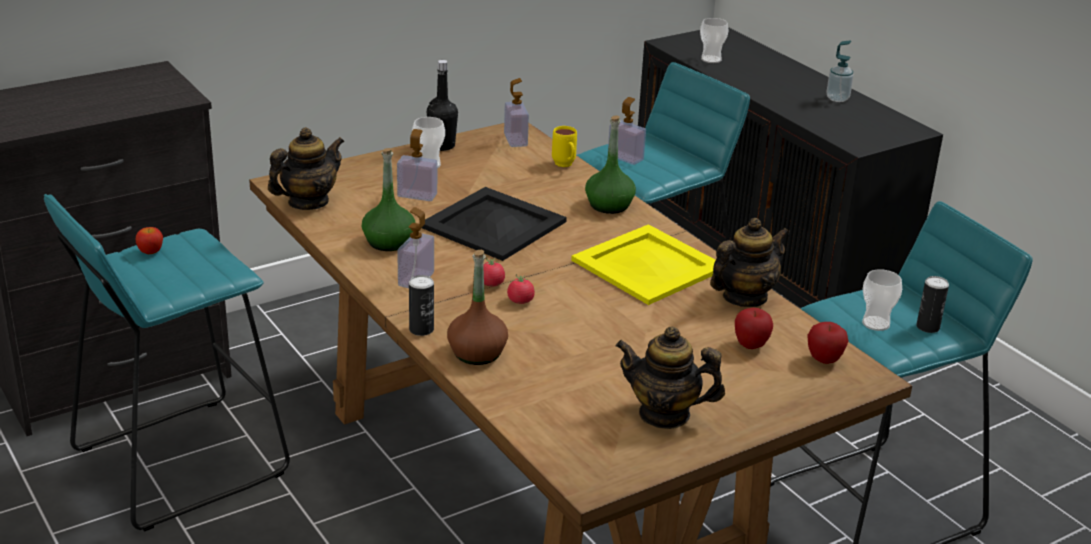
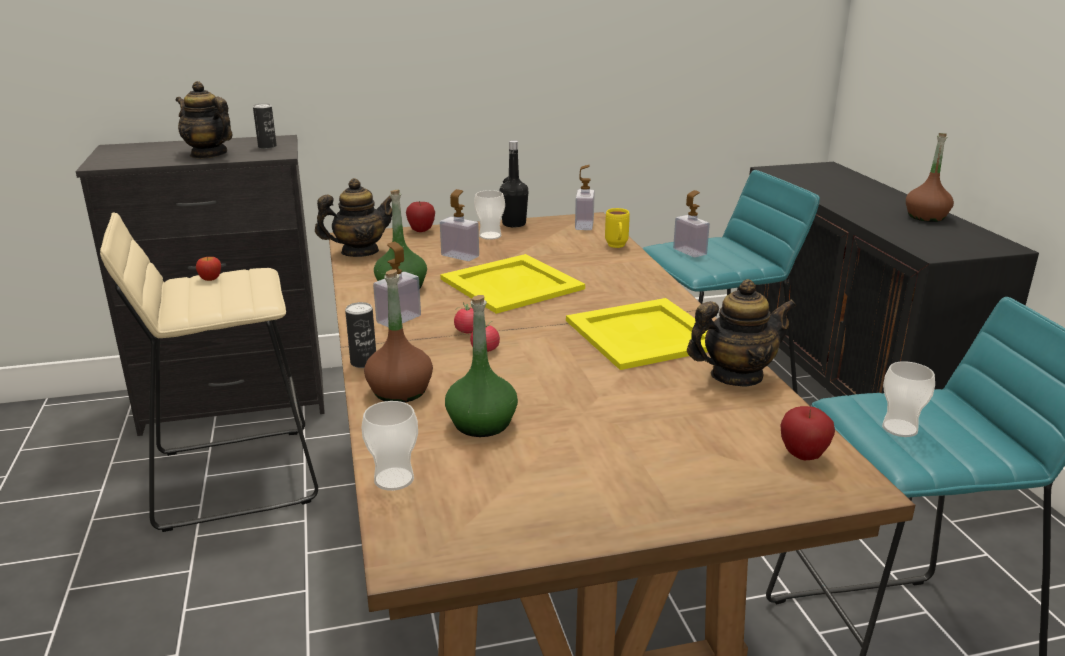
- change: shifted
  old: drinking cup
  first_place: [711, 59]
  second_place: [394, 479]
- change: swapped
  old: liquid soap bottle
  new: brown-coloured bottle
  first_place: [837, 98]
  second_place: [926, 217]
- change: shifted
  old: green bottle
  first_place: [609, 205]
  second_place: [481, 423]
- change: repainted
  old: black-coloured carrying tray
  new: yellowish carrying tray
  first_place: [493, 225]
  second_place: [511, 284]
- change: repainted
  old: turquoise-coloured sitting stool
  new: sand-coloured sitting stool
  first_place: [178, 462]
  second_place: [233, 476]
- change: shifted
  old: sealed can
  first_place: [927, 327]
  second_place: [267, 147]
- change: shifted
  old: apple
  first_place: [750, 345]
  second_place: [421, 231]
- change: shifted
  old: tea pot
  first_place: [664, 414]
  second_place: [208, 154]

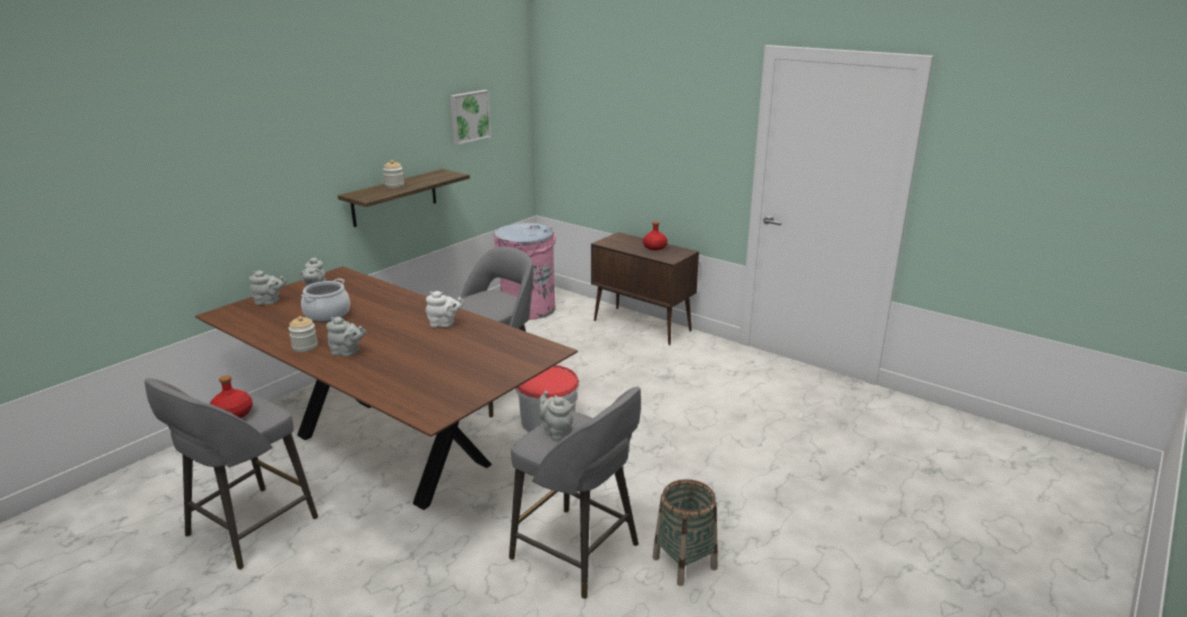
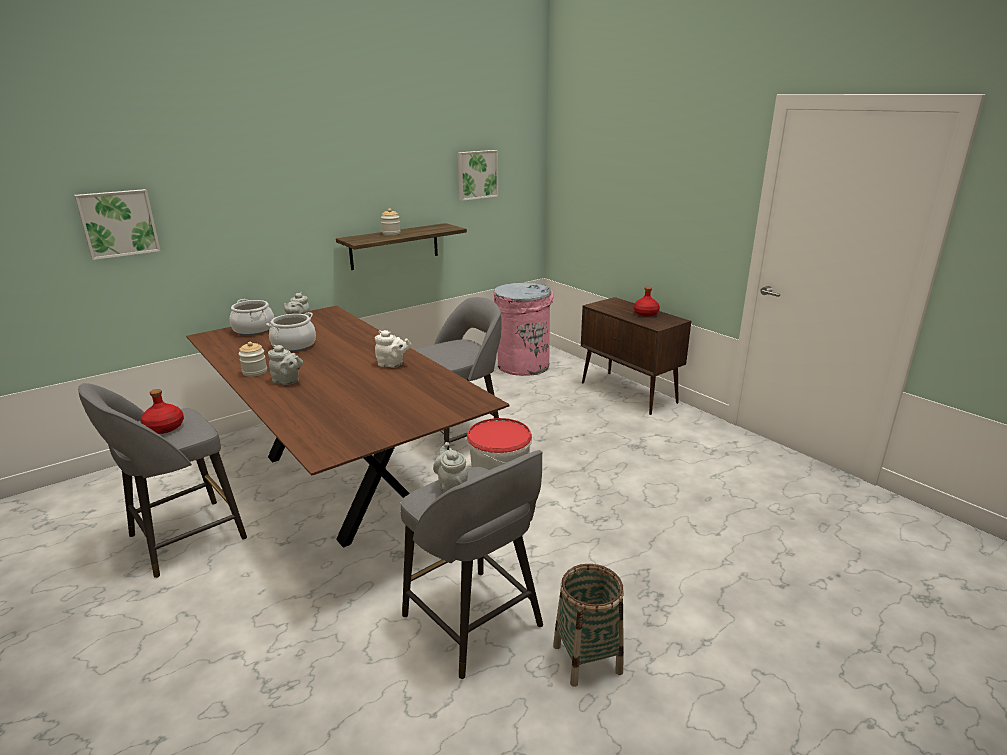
- change: swapped
  old: greyish tea pot
  new: stockpot
  first_place: [269, 302]
  second_place: [253, 330]
- change: new
  new: wall picture
  second_place: [118, 223]

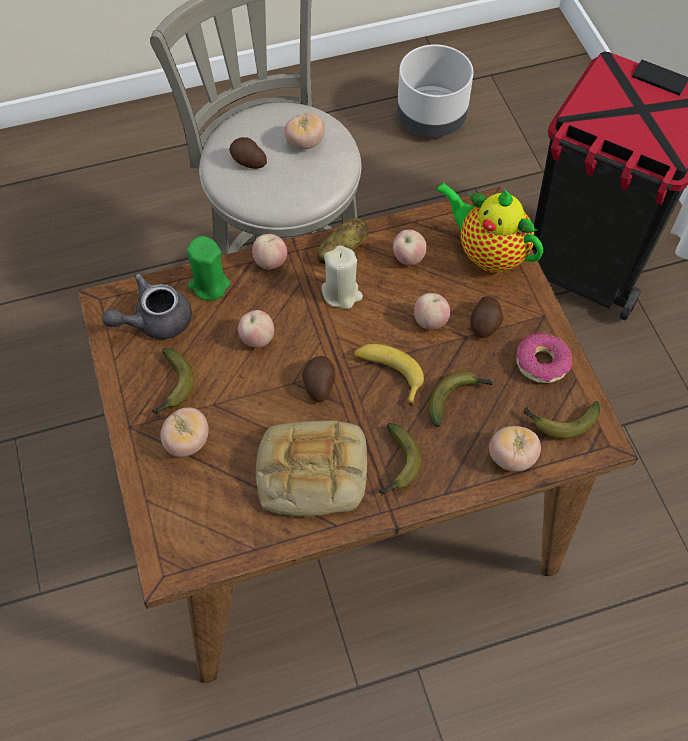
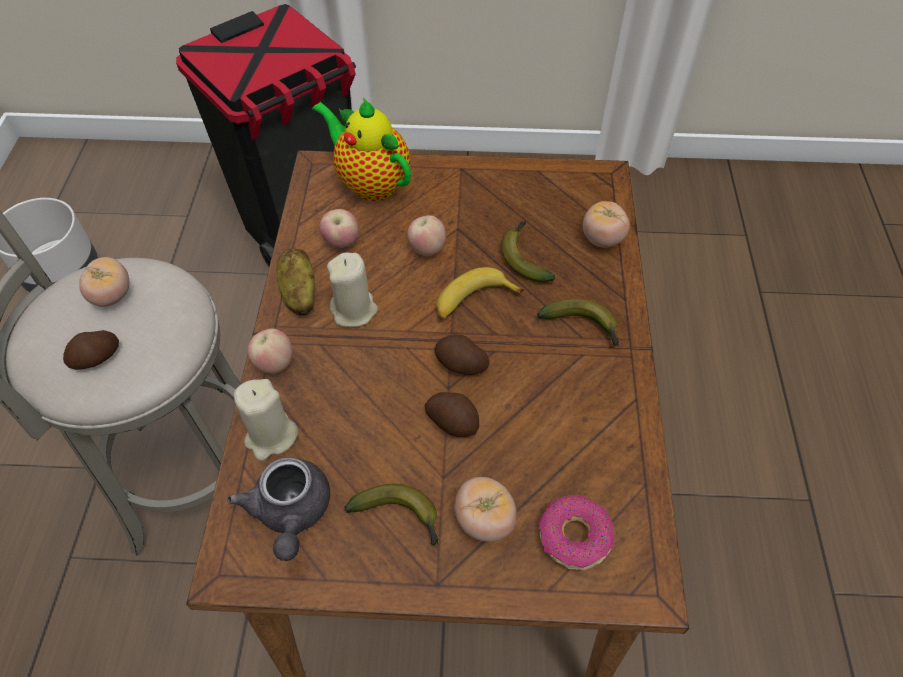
- change: rotated
  old: tea pot
  first_place: [487, 253]
  second_place: [370, 183]
  degrees: 75
- change: repainted
  old: green candle
  new: sand-coloured candle
  first_place: [209, 285]
  second_place: [271, 436]
- change: shifted
  old: whole potato
  first_place: [485, 323]
  second_place: [453, 421]
- change: gone
  old: apple
  first_place: [257, 339]
- change: shifted
  old: doughnut
  first_place: [541, 363]
  second_place: [573, 536]
- change: gone
  old: banana
  first_place: [559, 422]
- change: gone
  old: bakery bread
  first_place: [310, 474]

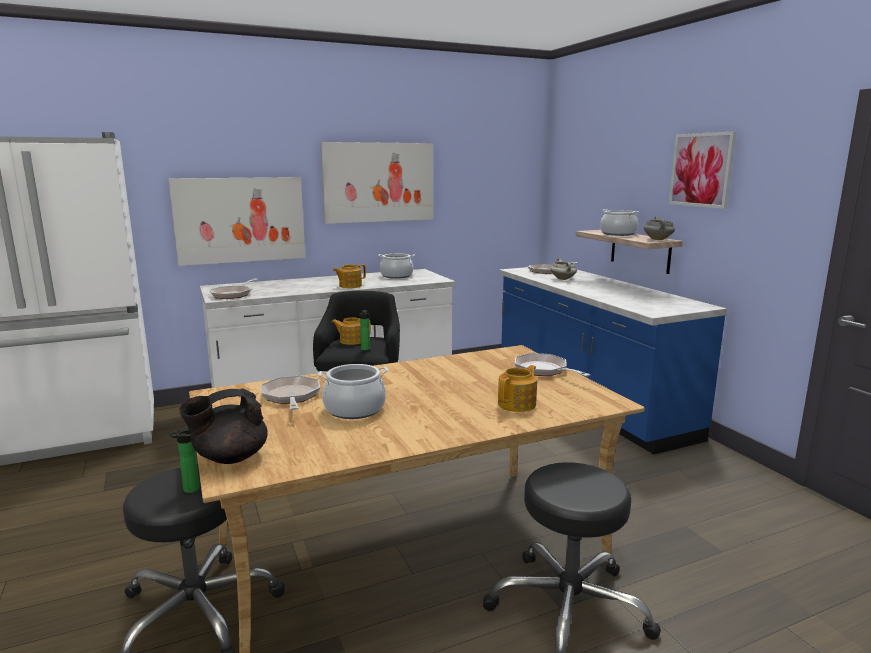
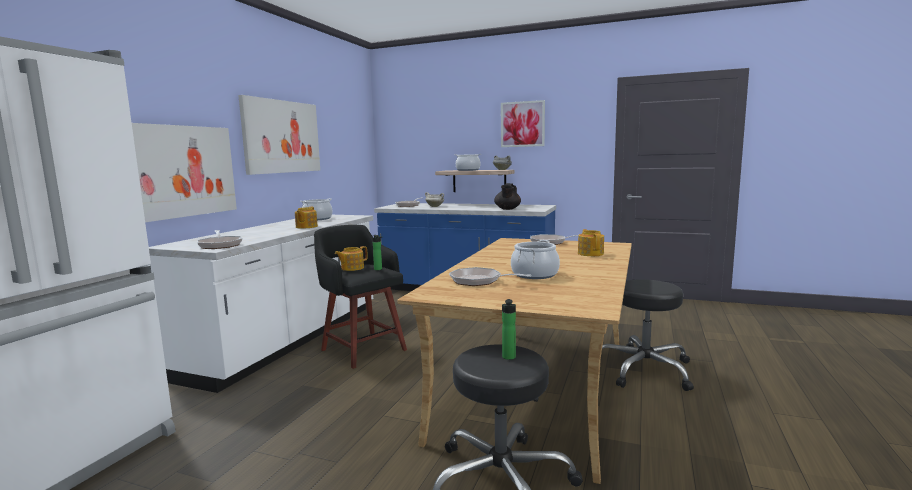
- change: shifted
  old: black-coloured tea pot
  first_place: [230, 457]
  second_place: [507, 209]

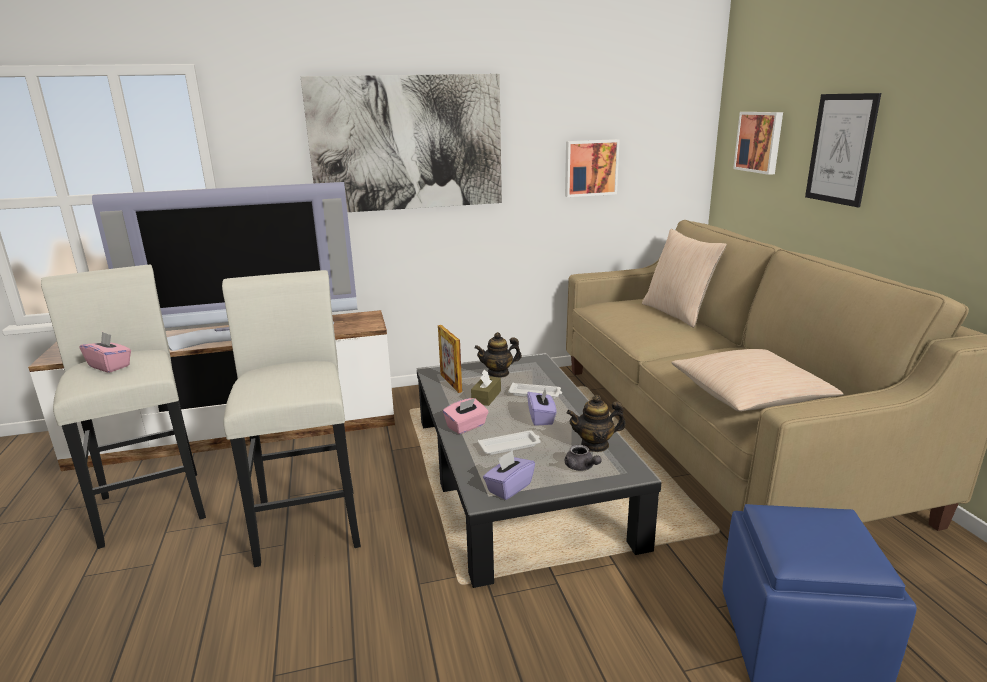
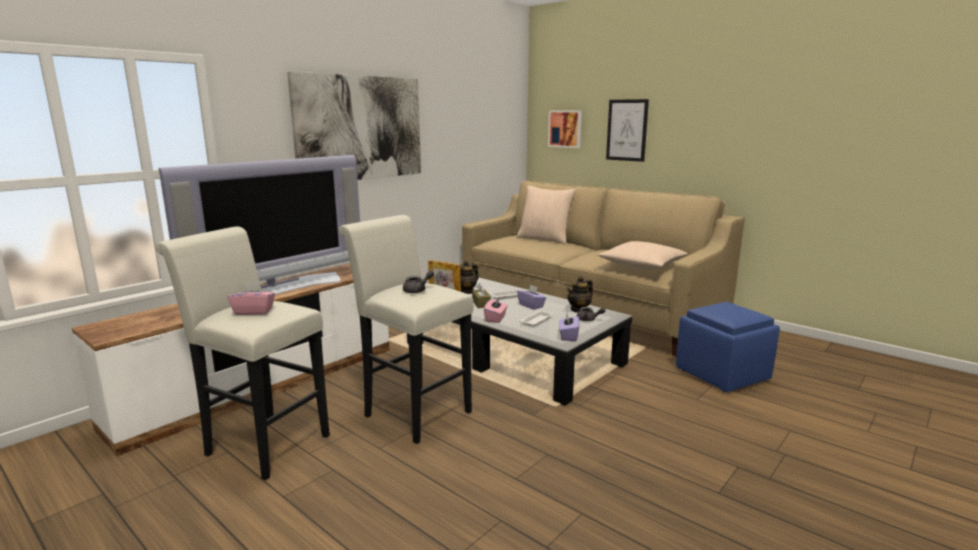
- change: gone
  old: wall picture
  first_place: [590, 168]
- change: new
  new: greyish tea pot
  second_place: [418, 290]

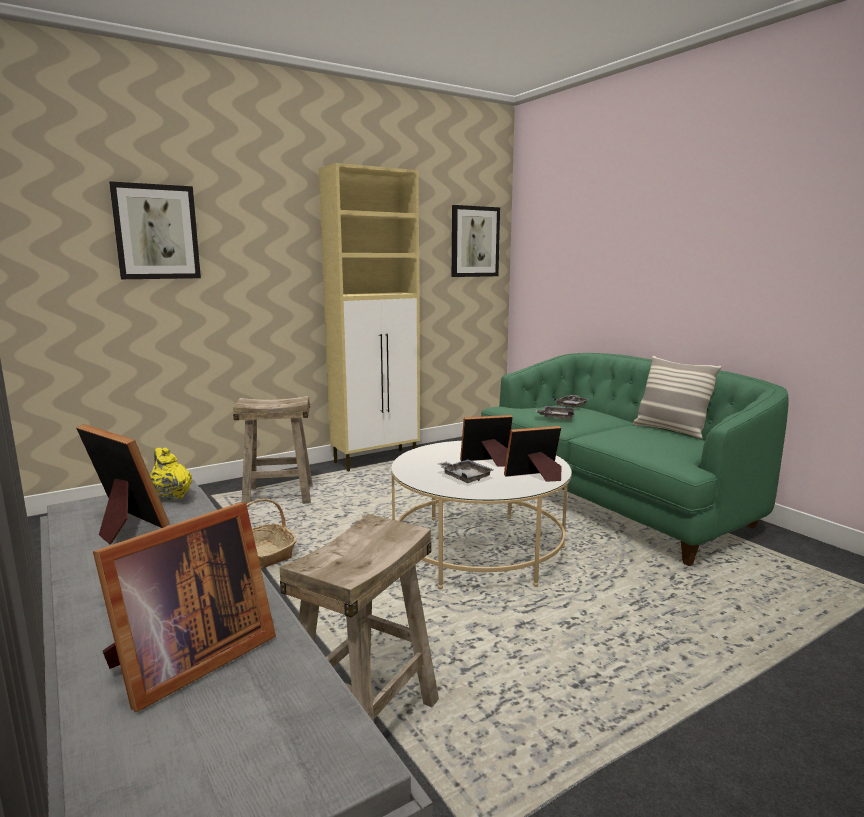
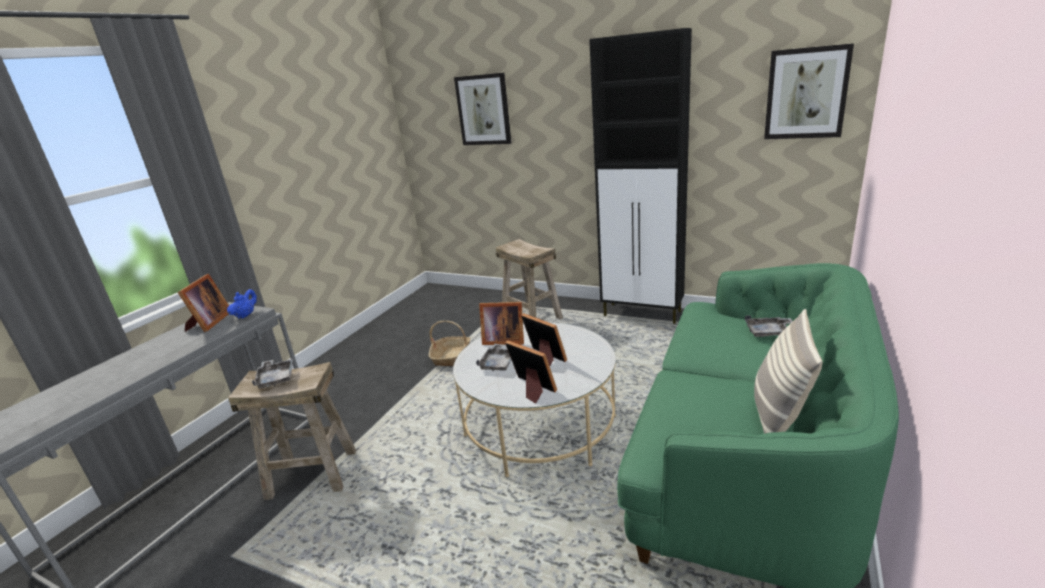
- change: repainted
  old: sand-coloured storage cabinet
  new: black-coloured storage cabinet
  first_place: [376, 460]
  second_place: [643, 314]
- change: shifted
  old: greyish carrying tray
  first_place: [556, 417]
  second_place: [276, 378]
- change: repainted
  old: yellowish tea pot
  new: blue-coloured tea pot
  first_place: [171, 496]
  second_place: [245, 315]
- change: shifted
  old: picture frame
  first_place: [186, 661]
  second_place: [502, 340]

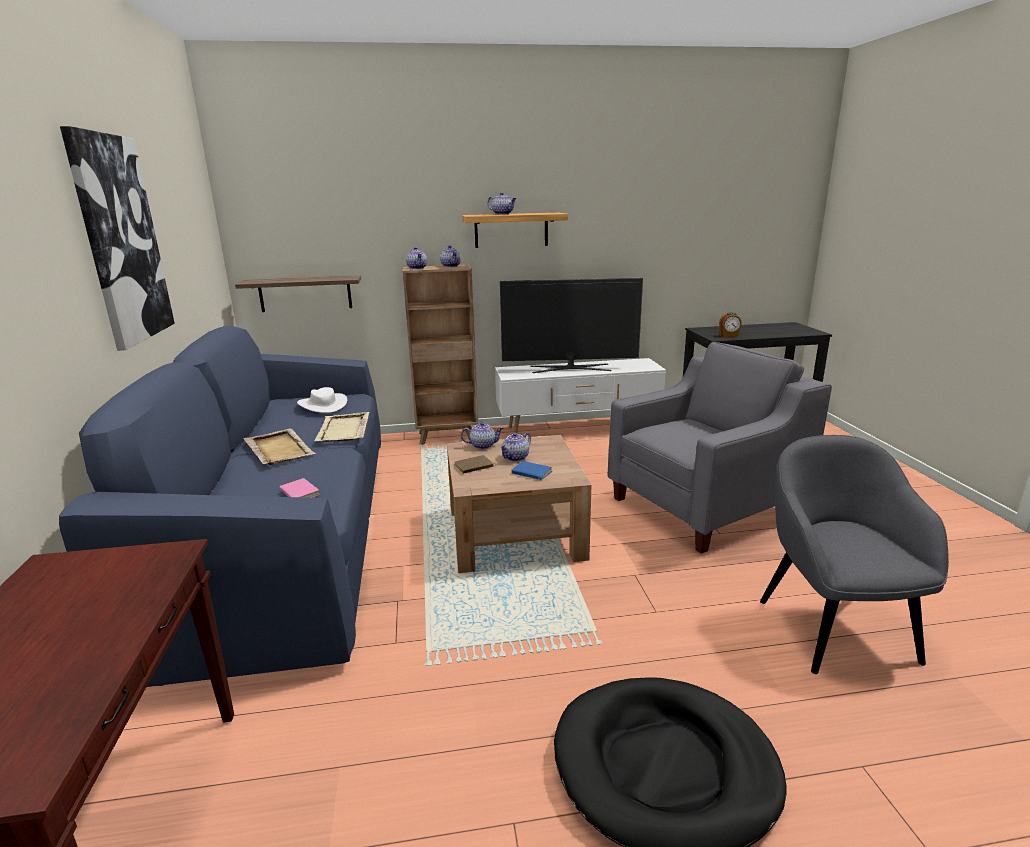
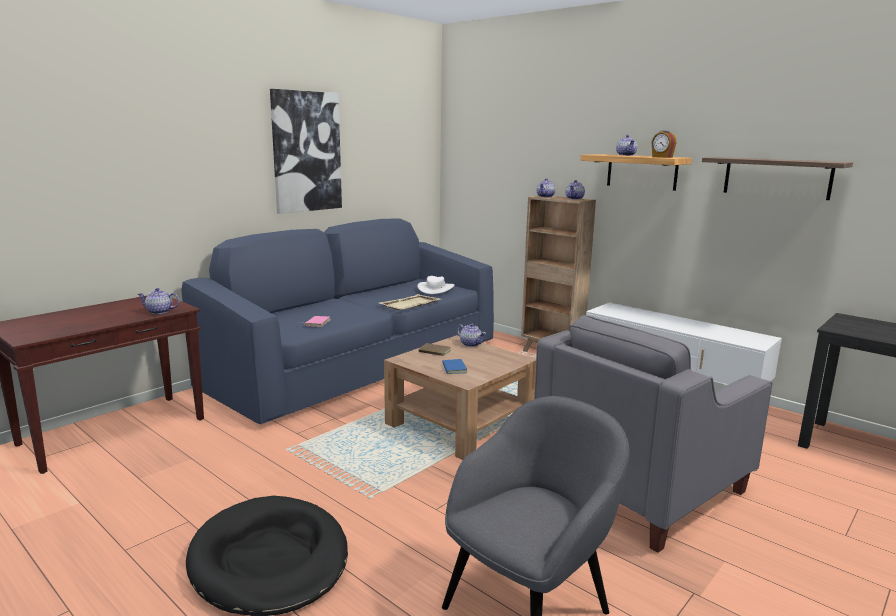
- change: shifted
  old: shelf
  first_place: [305, 293]
  second_place: [776, 177]
- change: gone
  old: TV set
  first_place: [570, 368]
- change: shifted
  old: alarm clock
  first_place: [729, 335]
  second_place: [662, 157]
- change: rotated
  old: greyish easy chair
  first_place: [705, 506]
  second_place: [640, 487]
  degrees: 120
- change: gone
  old: sand-coloured carrying tray
  first_place: [279, 449]
- change: shifted
  old: tea pot
  first_place: [515, 457]
  second_place: [159, 312]

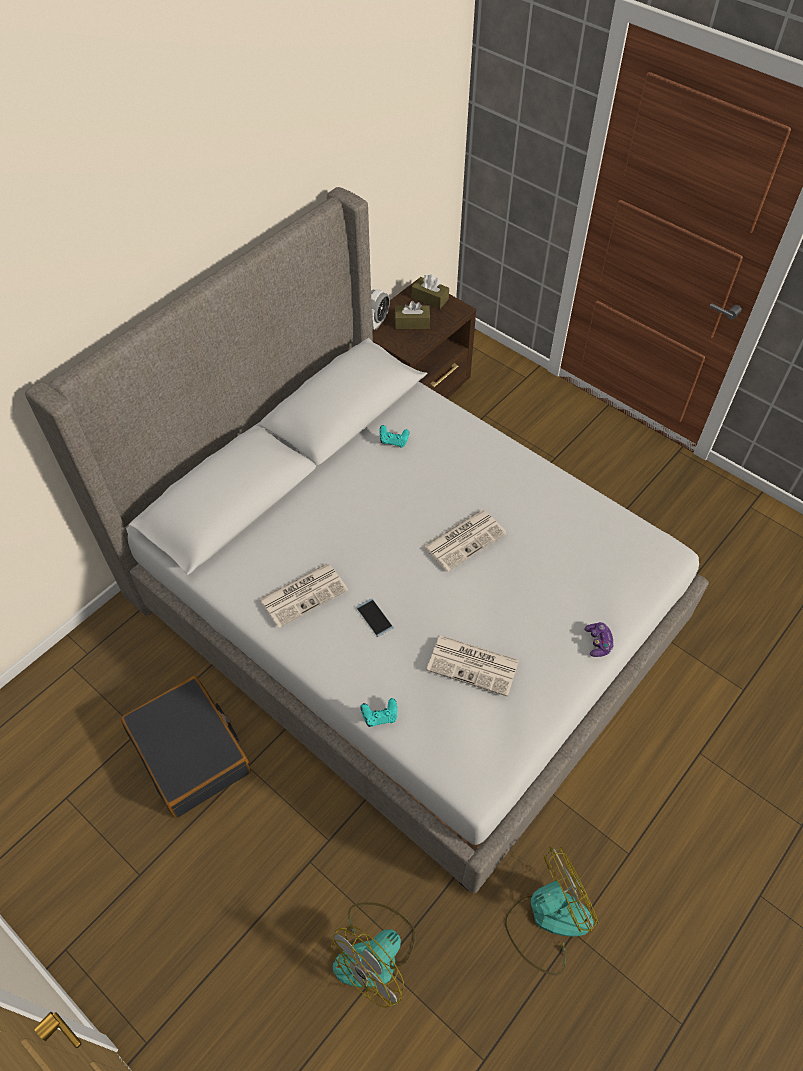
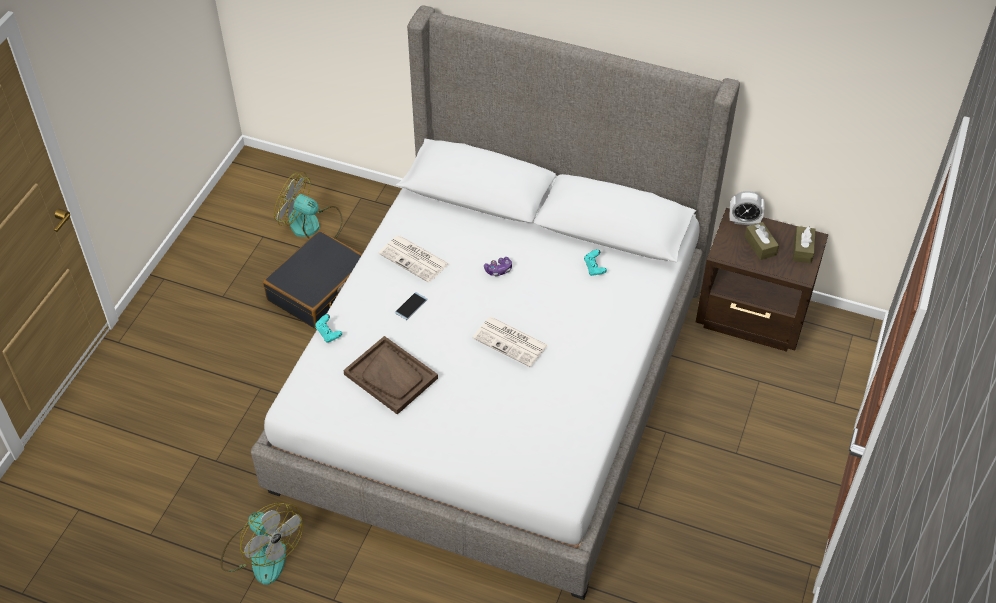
- change: shifted
  old: game controller
  first_place: [598, 642]
  second_place: [498, 270]
- change: swapped
  old: printed paper
  new: brown-coloured carrying tray
  first_place: [474, 665]
  second_place: [391, 376]
- change: shifted
  old: electric fan
  first_place: [376, 953]
  second_place: [312, 226]

